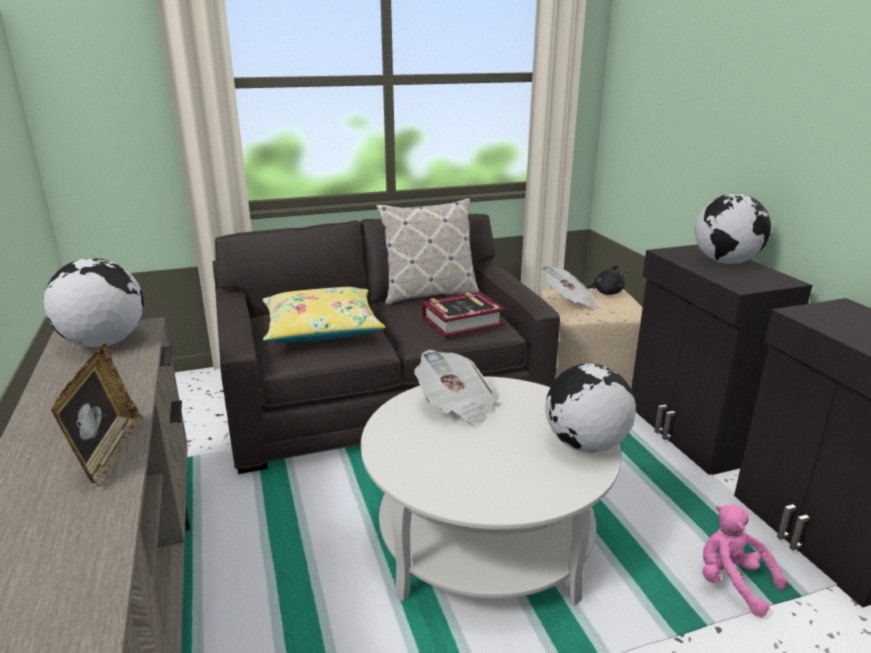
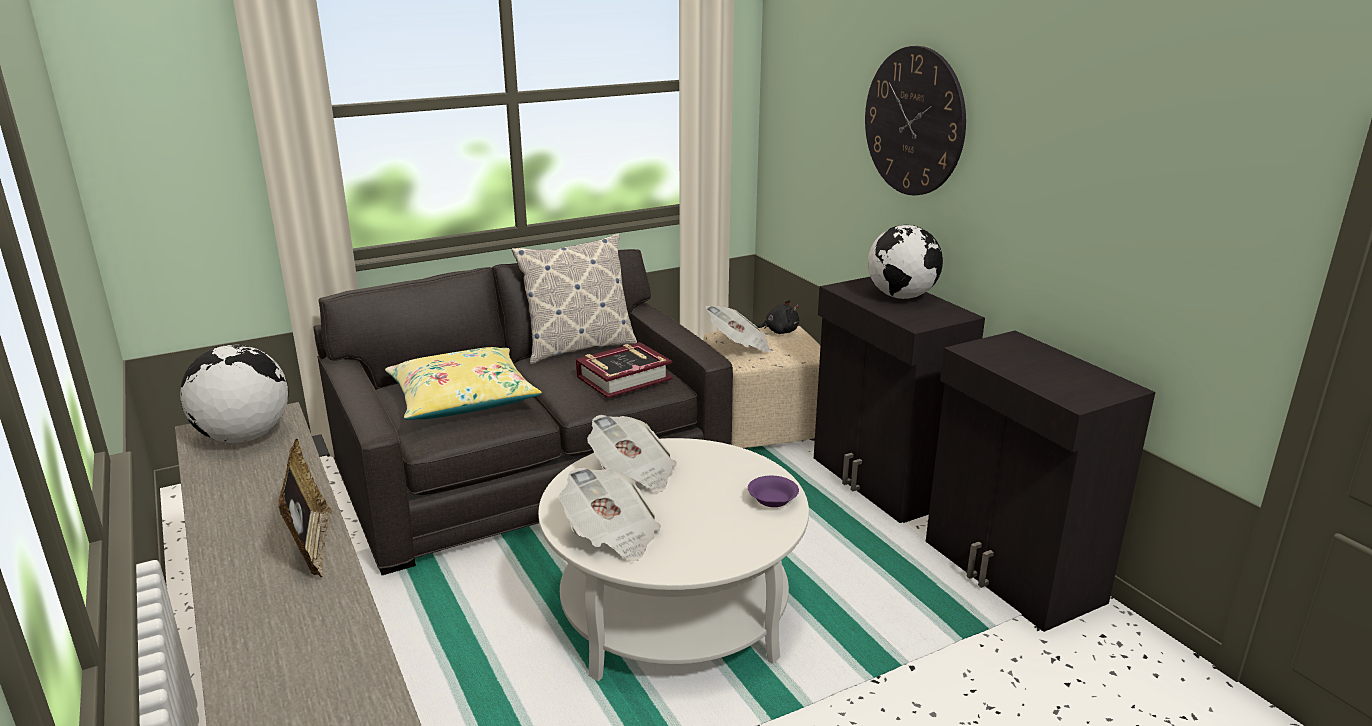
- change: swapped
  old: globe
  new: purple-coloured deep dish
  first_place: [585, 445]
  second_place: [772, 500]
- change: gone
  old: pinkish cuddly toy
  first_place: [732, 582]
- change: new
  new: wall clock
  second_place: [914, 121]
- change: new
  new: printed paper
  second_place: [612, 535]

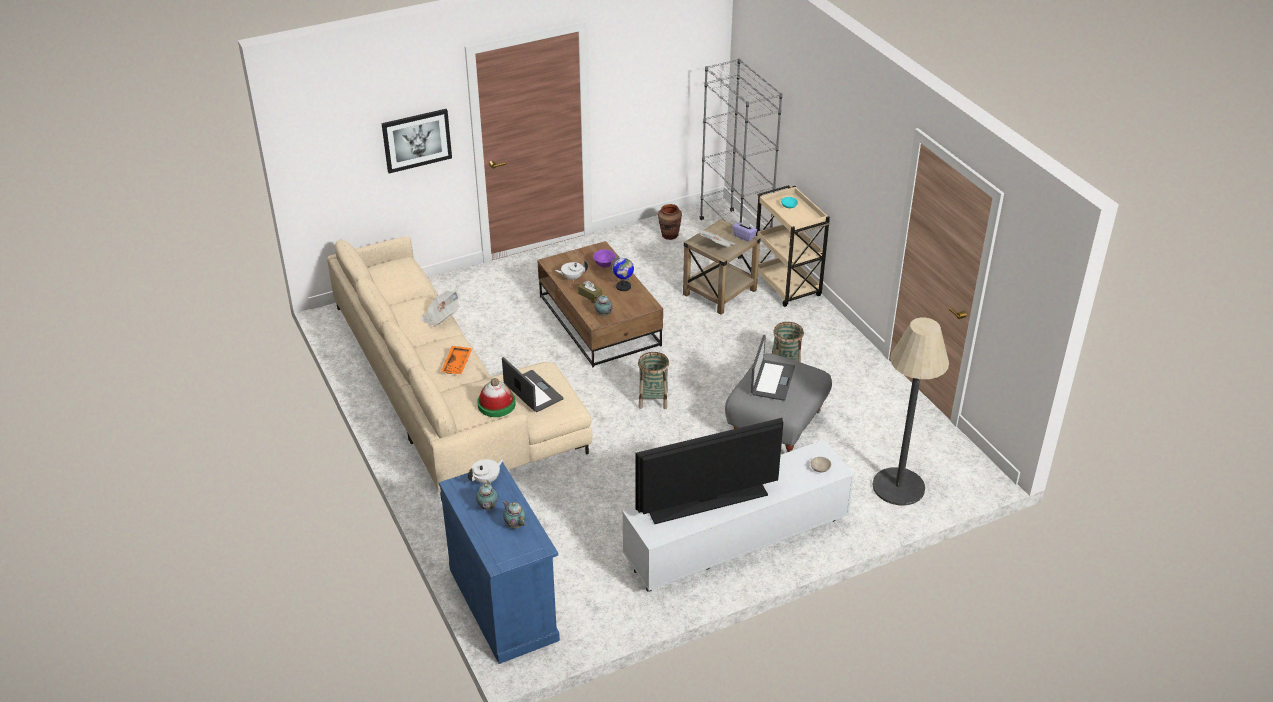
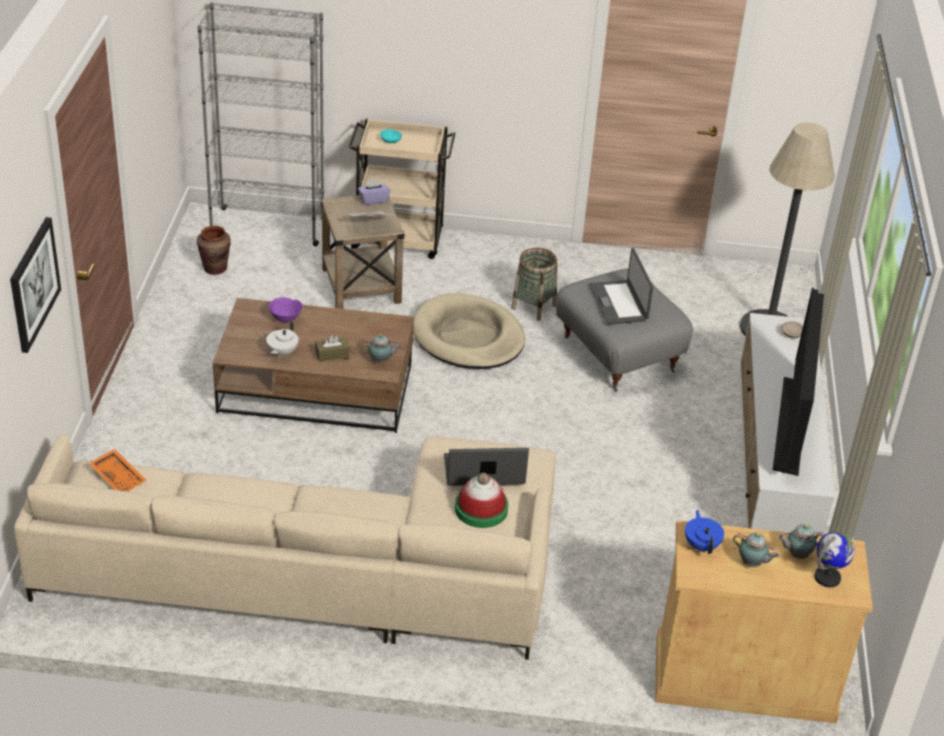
- change: shifted
  old: globe
  first_place: [623, 287]
  second_place: [827, 578]
- change: gone
  old: printed paper
  first_place: [441, 317]
- change: rotated
  old: notebook computer
  first_place: [772, 380]
  second_place: [619, 303]
  degrees: -150
- change: shifted
  old: orange-coloured carrying tray
  first_place: [457, 364]
  second_place: [119, 477]
- change: gone
  old: storage basket
  first_place: [653, 399]
- change: repainted
  old: whitish tea pot
  new: blue-coloured tea pot
  first_place: [486, 480]
  second_place: [702, 545]
- change: repainted
  old: blue-coloured storage cabinet
  new: sand-coloured storage cabinet
  first_place: [503, 604]
  second_place: [744, 679]
- change: new
  new: sand-coloured pet bed
  second_place: [468, 337]

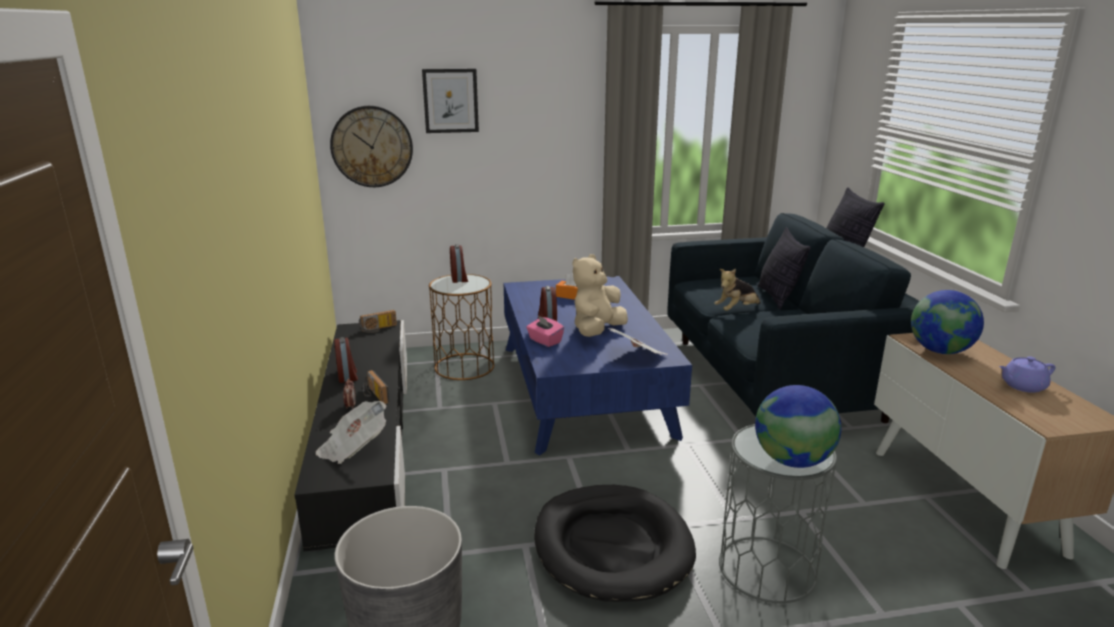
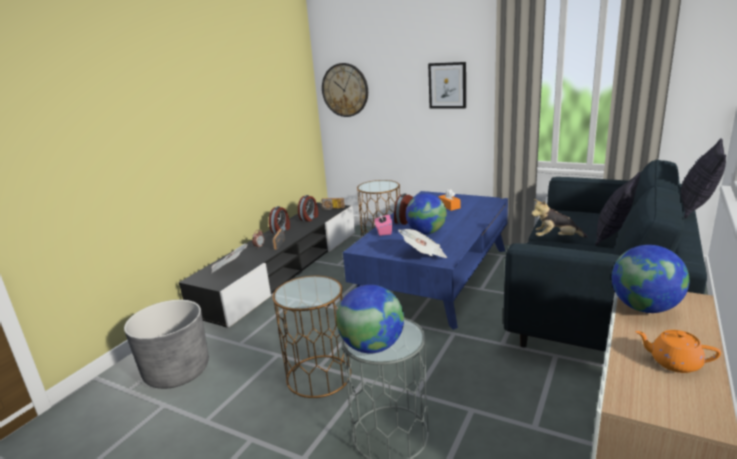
- change: shifted
  old: wall picture
  first_place: [450, 101]
  second_place: [447, 85]
- change: shifted
  old: alarm clock
  first_place: [459, 278]
  second_place: [309, 218]
- change: swapped
  old: sand-coloured cuddly toy
  new: globe
  first_place: [597, 331]
  second_place: [426, 232]
- change: repainted
  old: purple-coloured tea pot
  new: orange-coloured tea pot
  first_place: [1022, 386]
  second_place: [674, 362]
- change: swapped
  old: black-coloured pet bed
  new: brown-coloured accent table
  first_place: [612, 546]
  second_place: [319, 376]

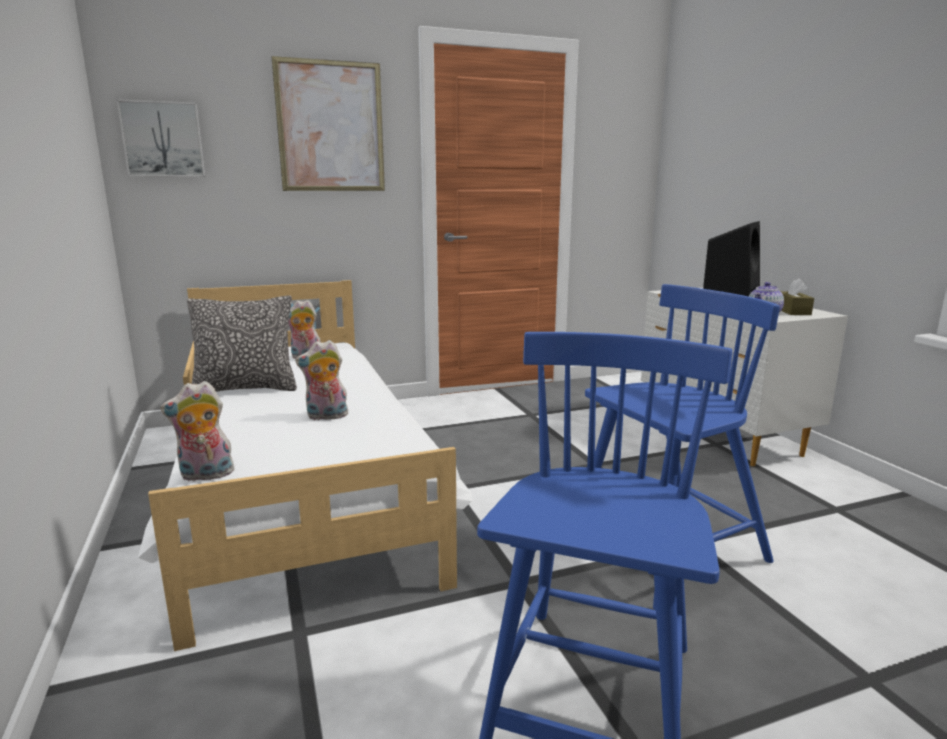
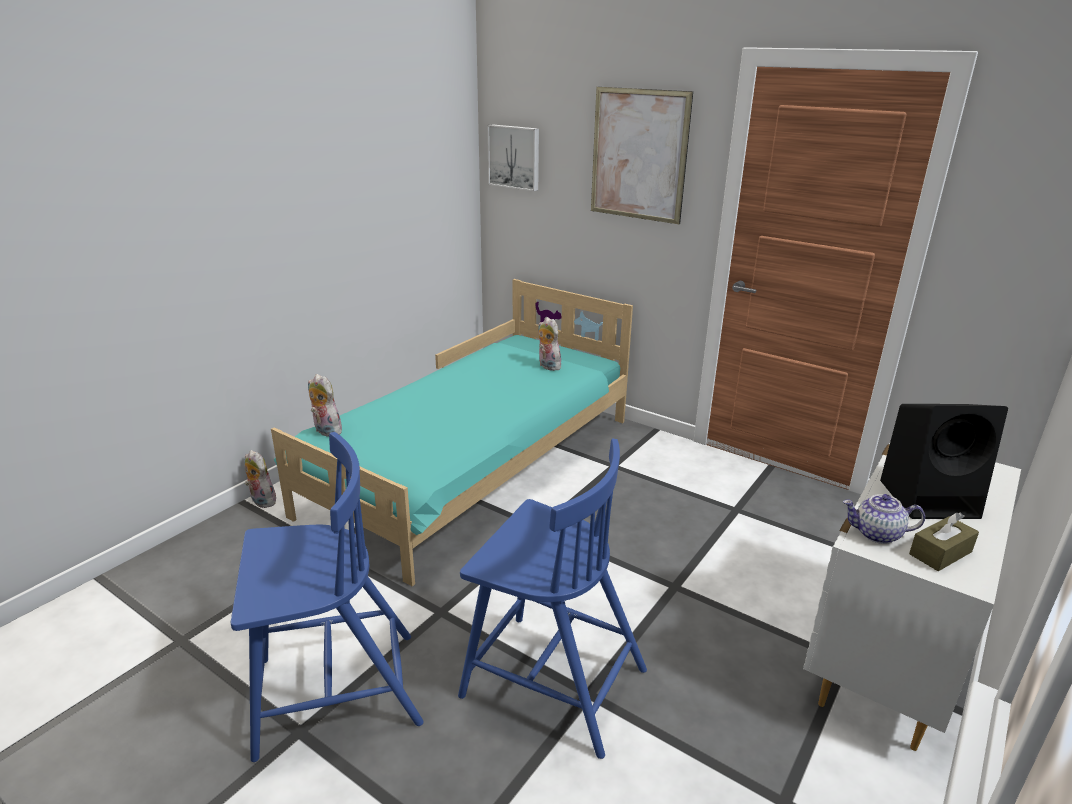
- change: repainted
  old: whitish bed
  new: turquoise-coloured bed
  first_place: [301, 485]
  second_place: [475, 465]
- change: gone
  old: throw pillow
  first_place: [246, 389]
- change: shifted
  old: cuddly toy
  first_place: [326, 417]
  second_place: [261, 501]

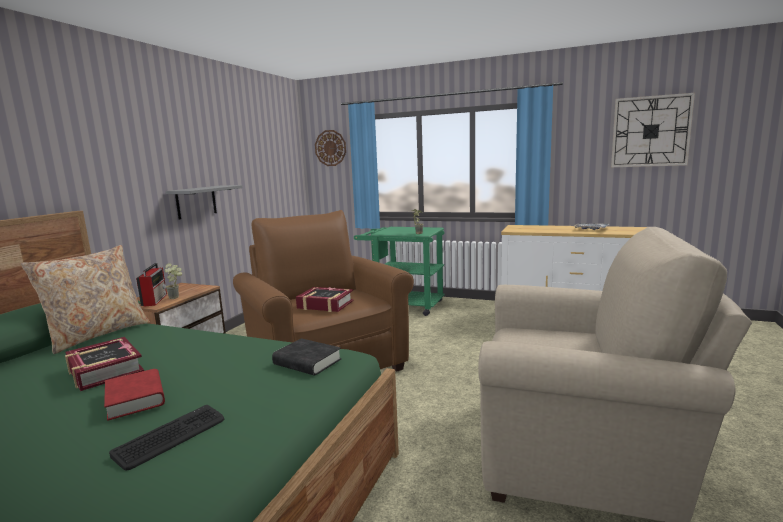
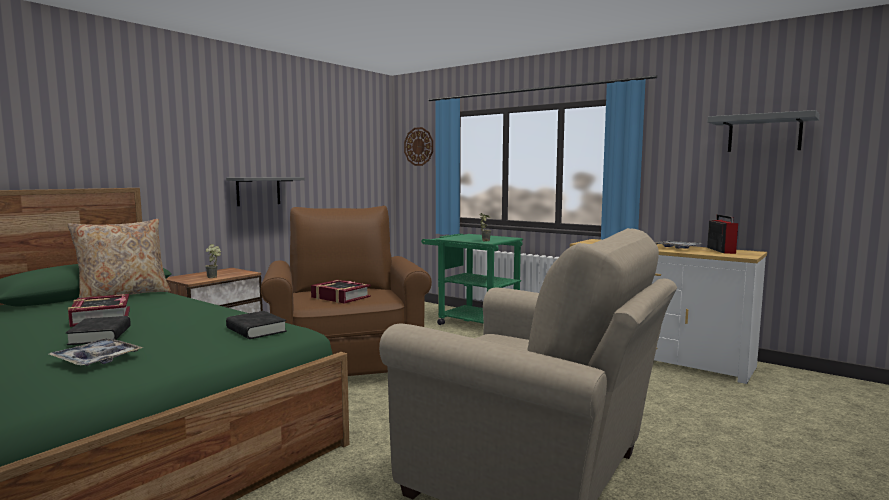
- change: swapped
  old: wall clock
  new: greyish shelf
  first_place: [650, 131]
  second_place: [764, 134]
- change: shifted
  old: radio set
  first_place: [155, 300]
  second_place: [721, 250]
- change: repainted
  old: red book
  new: black-coloured book
  first_place: [135, 398]
  second_place: [100, 336]
- change: swapped
  old: computer keyboard
  new: carrying tray
  first_place: [171, 437]
  second_place: [96, 359]

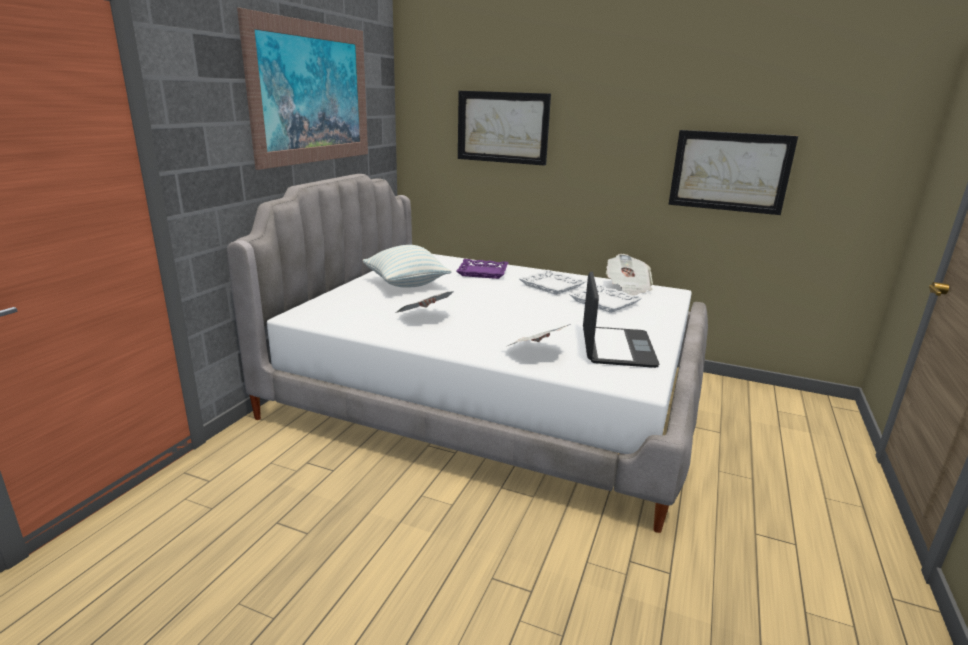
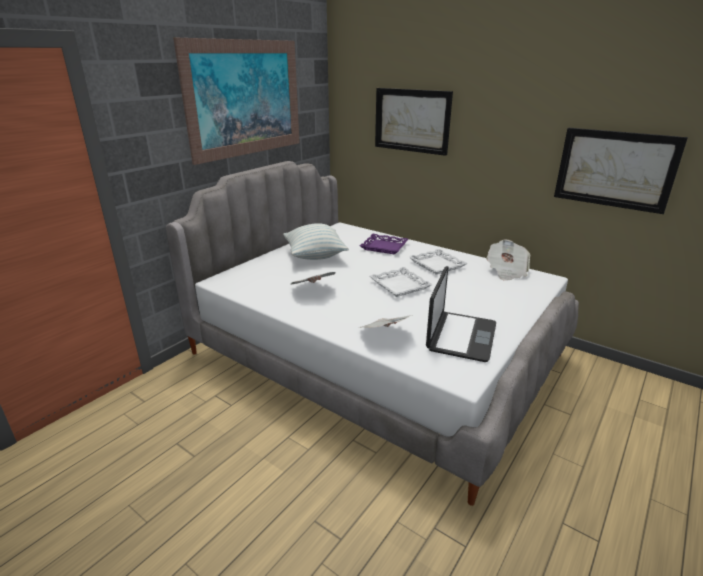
- change: shifted
  old: whitish carrying tray
  first_place: [604, 303]
  second_place: [399, 285]

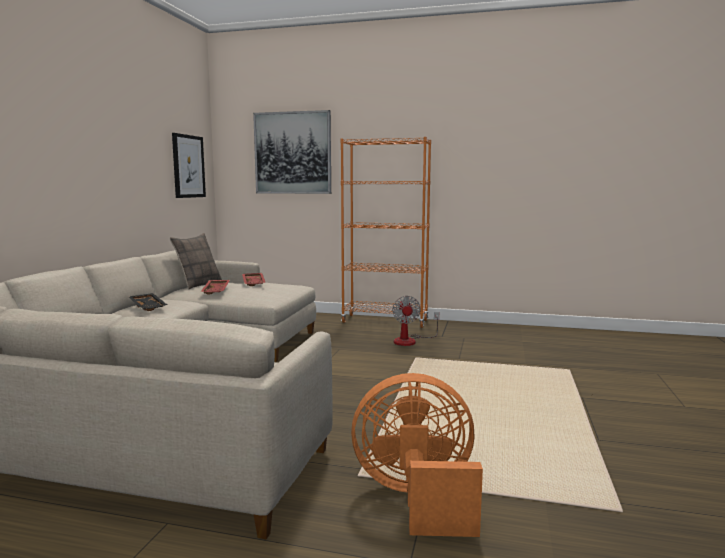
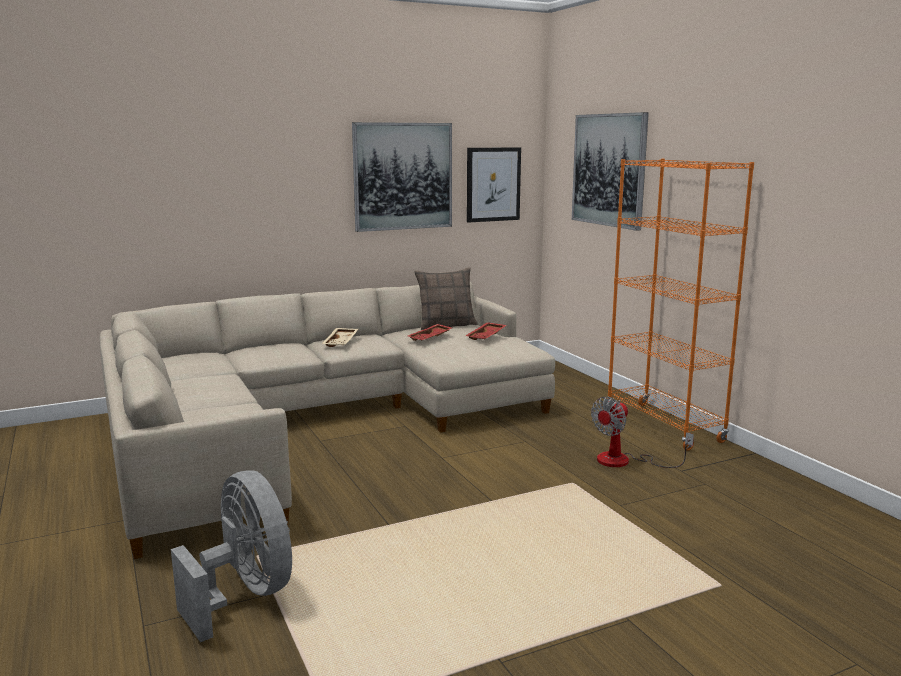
- change: repainted
  old: black-coloured carrying tray
  new: sand-coloured carrying tray
  first_place: [149, 307]
  second_place: [341, 342]
- change: repainted
  old: orange-coloured electric fan
  new: greyish electric fan
  first_place: [417, 498]
  second_place: [245, 595]
- change: new
  new: wall picture
  second_place: [403, 176]

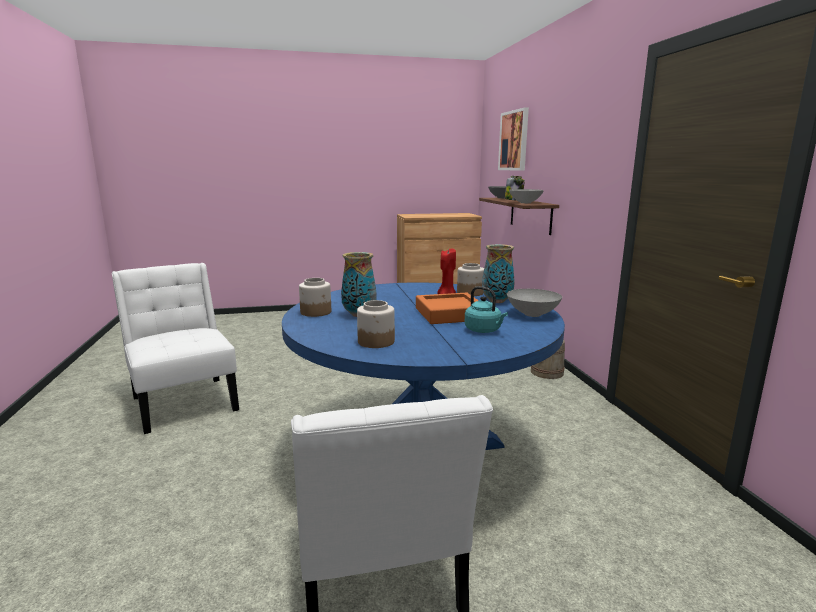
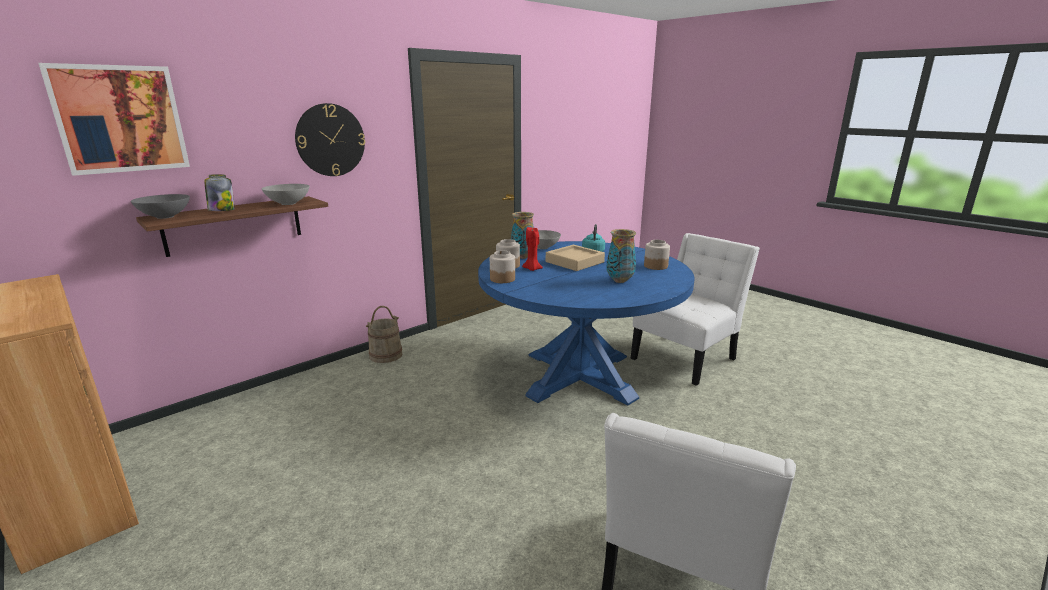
- change: shifted
  old: storage jar
  first_place: [316, 312]
  second_place: [502, 279]
- change: repainted
  old: orange-coloured carrying tray
  new: sand-coloured carrying tray
  first_place: [449, 314]
  second_place: [574, 262]
- change: new
  new: wall clock
  second_place: [330, 140]

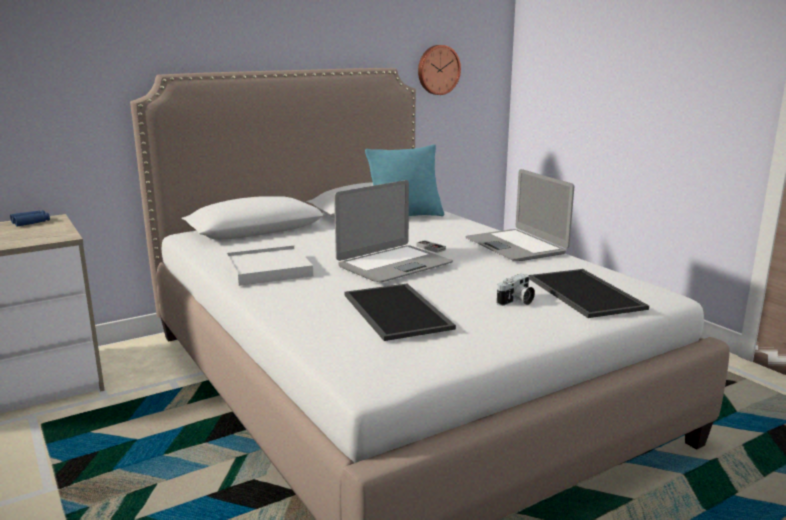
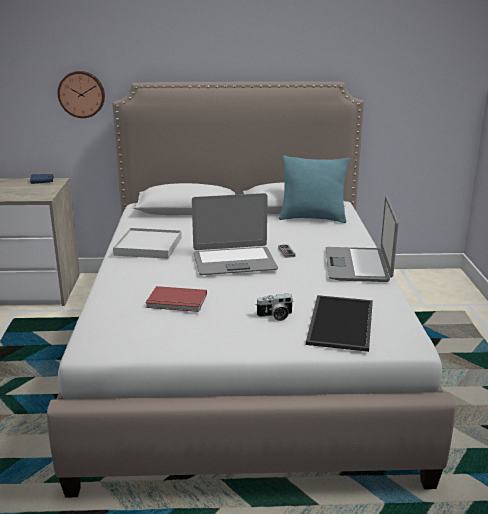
- change: shifted
  old: wall clock
  first_place: [438, 70]
  second_place: [81, 94]
- change: swapped
  old: carrying tray
  new: red book
  first_place: [399, 311]
  second_place: [176, 302]

